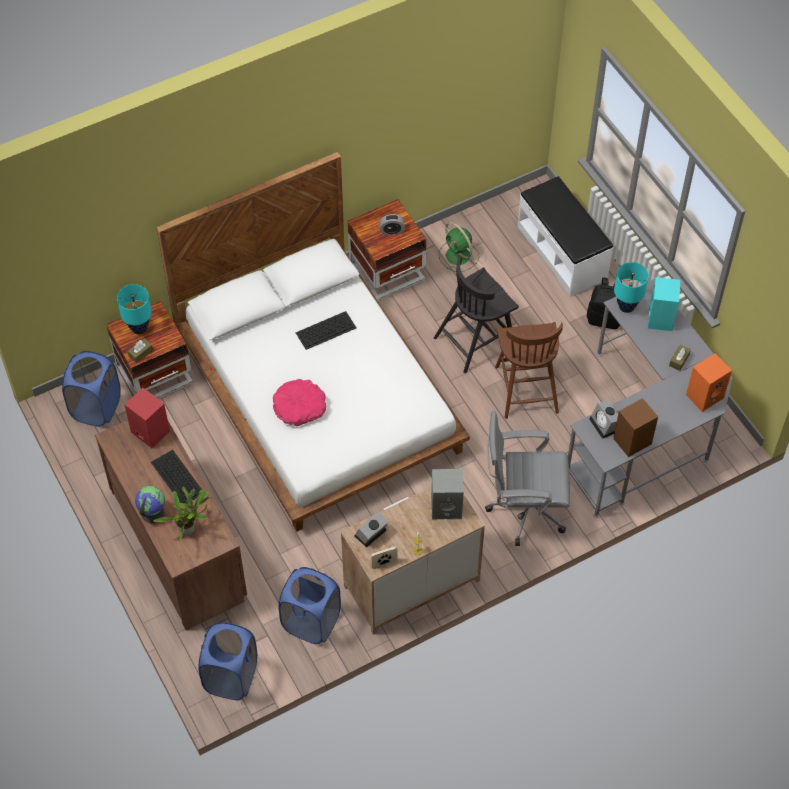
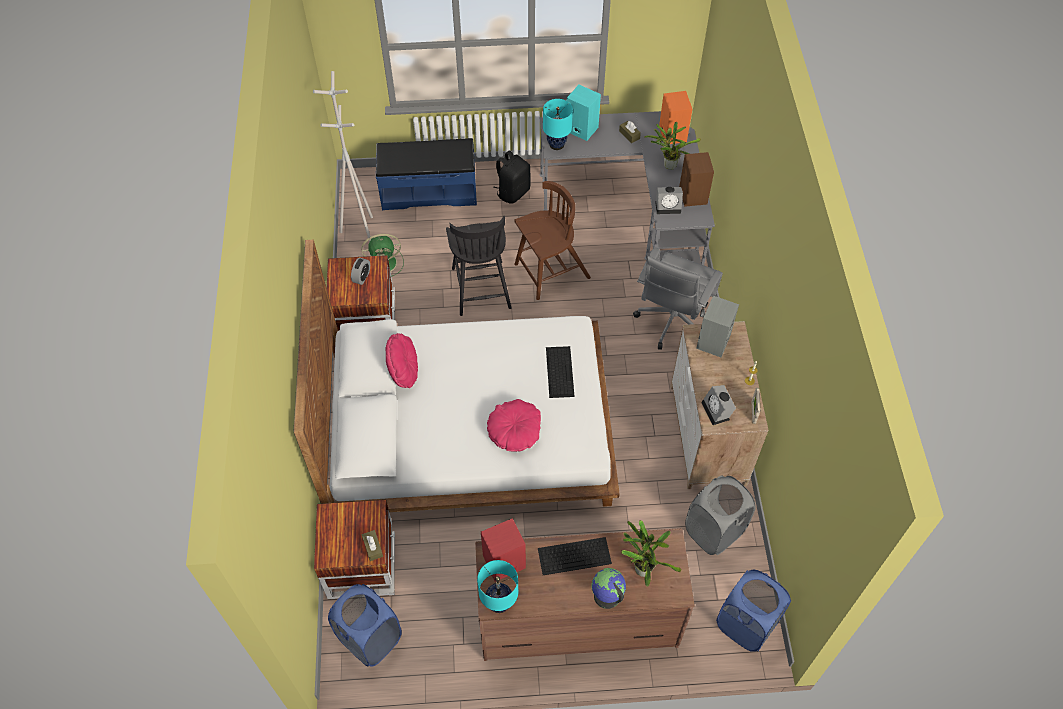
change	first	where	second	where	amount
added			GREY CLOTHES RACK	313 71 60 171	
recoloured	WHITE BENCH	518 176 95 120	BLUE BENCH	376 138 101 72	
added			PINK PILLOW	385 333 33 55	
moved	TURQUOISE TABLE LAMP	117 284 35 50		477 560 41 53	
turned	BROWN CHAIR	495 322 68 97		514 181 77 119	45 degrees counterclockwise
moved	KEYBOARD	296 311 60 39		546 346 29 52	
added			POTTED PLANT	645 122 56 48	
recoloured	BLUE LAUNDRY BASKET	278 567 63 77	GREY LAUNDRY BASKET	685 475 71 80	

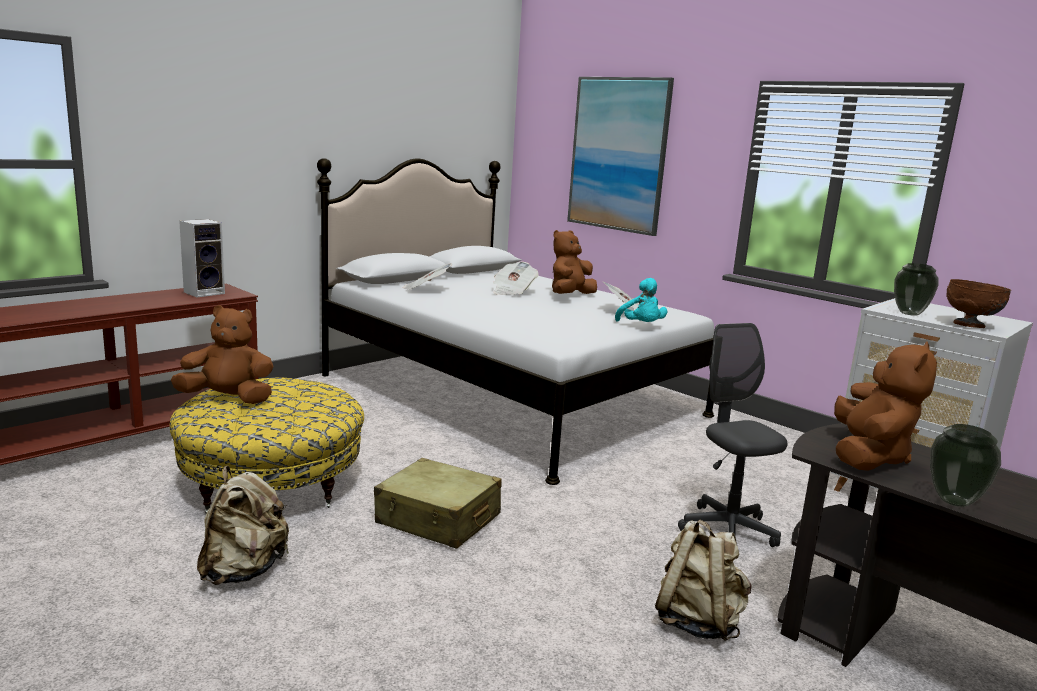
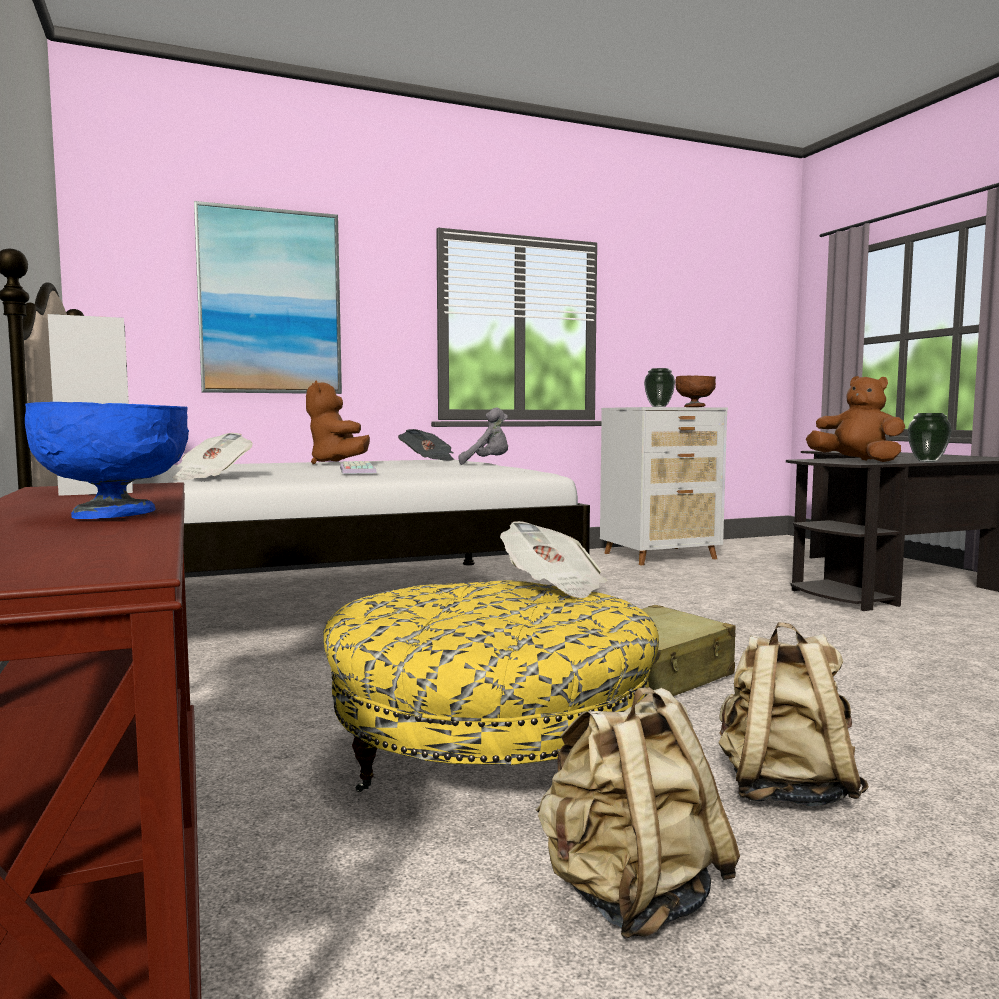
change	first	where	second	where	amount
added			BLUE BOWL	25 402 164 117	
added			KEYBOARD	340 461 37 13	
recoloured	TURQUOISE PLUSH TOY	615 278 52 44	GREY PLUSH TOY	459 407 49 58	
moved	NEWSPAPER	493 262 46 33		500 521 107 77	
moved	BEIGE BACKPACK	655 519 96 122		536 687 204 252	
removed	BROWN PLUSH TOY	171 305 103 99			
removed	GREY OFFICE CHAIR	678 323 109 224			

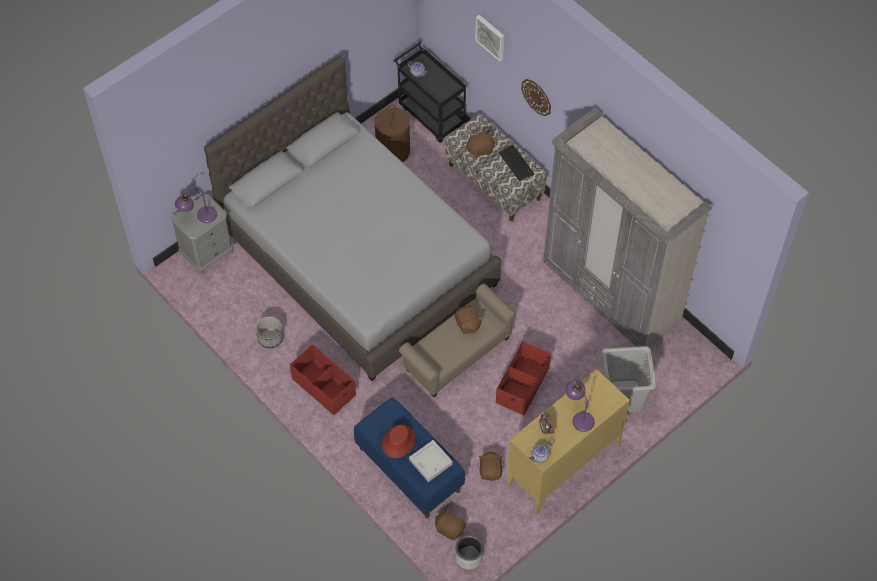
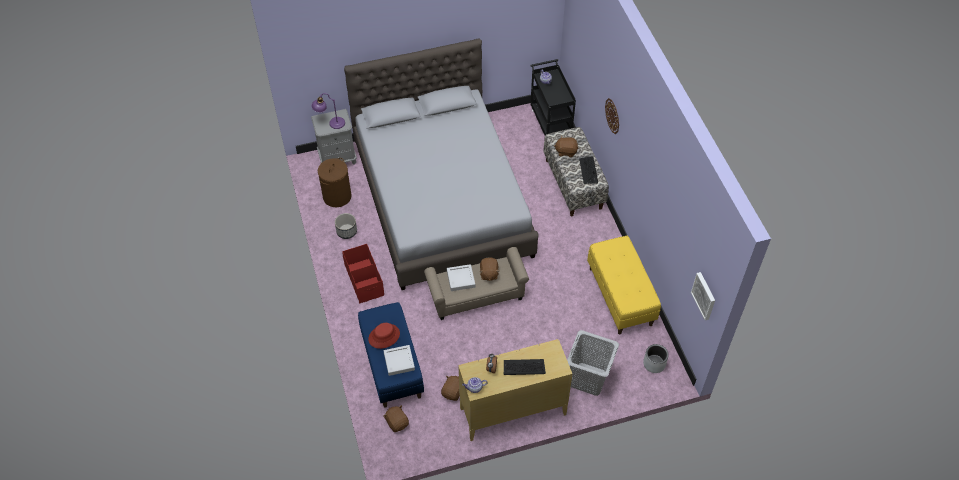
change	first	where	second	where	amount
moved	BROWN LAUNDRY BASKET	374 105 36 57		318 158 34 49	
added			GREY TRAY	447 264 28 27	
replaced	PURPLE TABLE LAMP	565 380 29 52	KEYBOARD	504 359 42 16	
replaced	GREY WARDROBE	543 108 170 240	YELLOW BENCH	587 236 74 99	
moved	GREY PLANTER	455 535 28 35		643 344 26 29	
moved	PICTURE	475 15 29 46		691 272 24 48	
removed	RED STORAGE BOX	496 341 55 75			

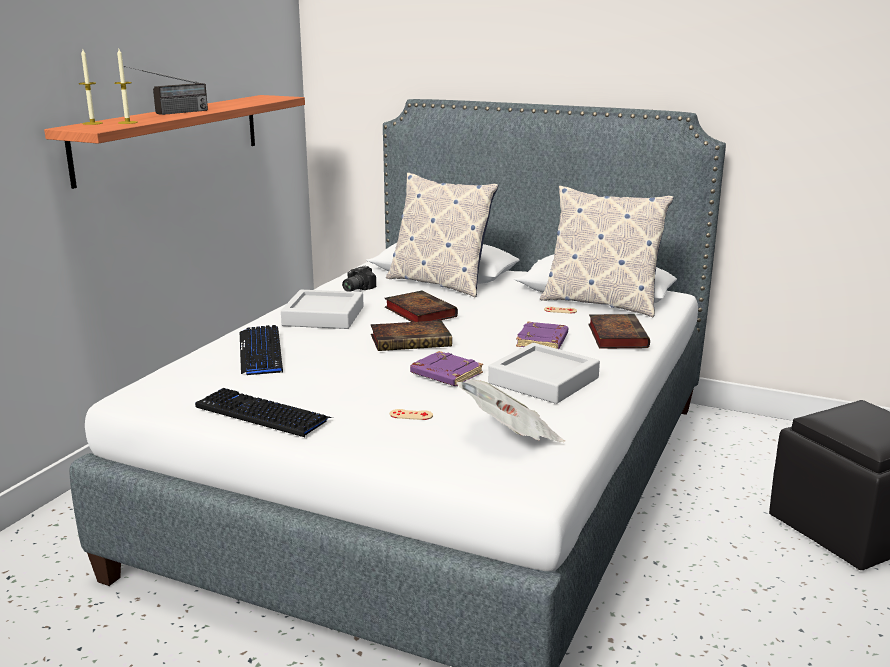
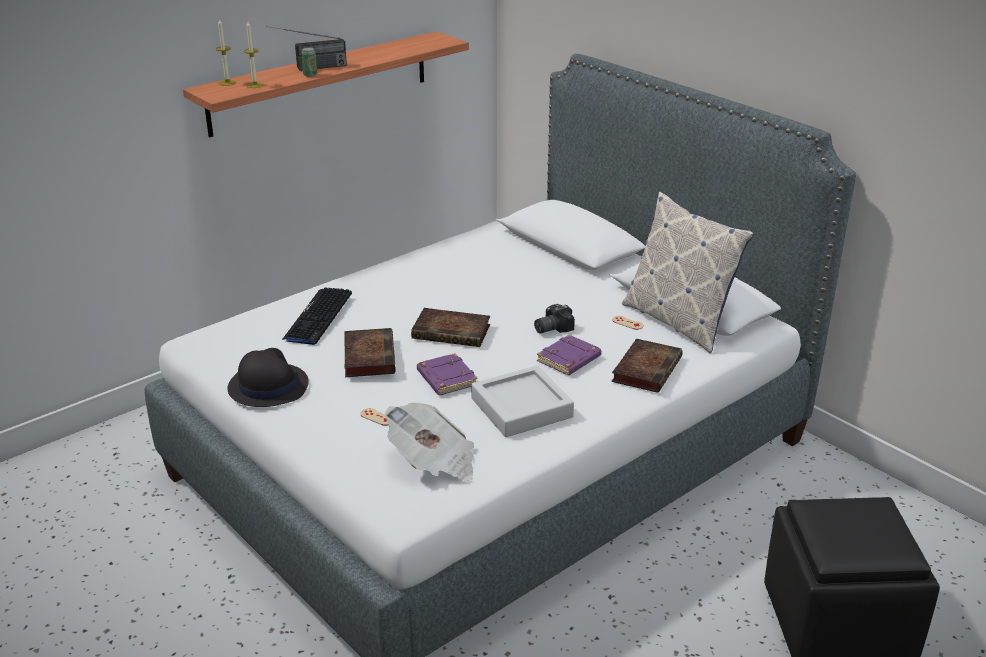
change	first	where	second	where	amount
replaced	KEYBOARD	195 388 138 49	BLACK HAT	228 348 81 59	
added			CAN	301 47 16 30	
moved	BOOK	385 291 73 31		344 328 52 49	
moved	PHOTO CAMERA	342 266 34 26		534 304 41 29	
removed	GREY TRAY	281 290 82 39			
removed	PILLOW	386 172 112 126			

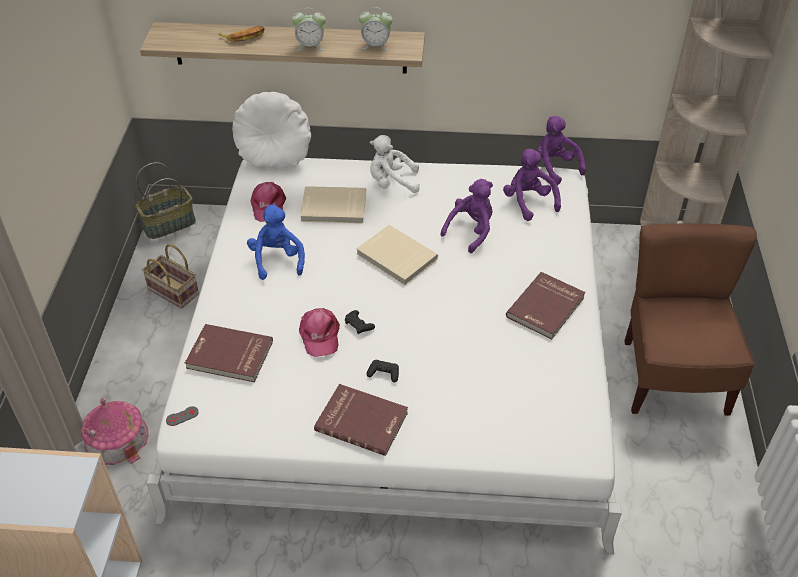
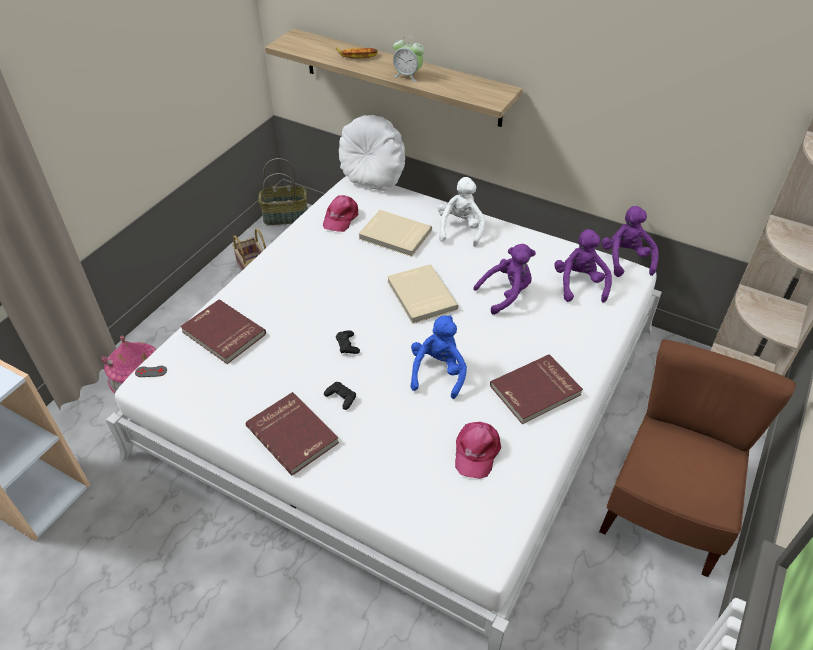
change	first	where	second	where	amount
moved	BLUE PLUSH TOY	247 204 58 76		411 315 56 84	
turned	WHITE PLUSH TOY	370 135 50 58		438 177 47 70	75 degrees clockwise
moved	PINK CAP	299 308 41 49		455 422 46 57	
removed	ALARM CLOCK	359 7 34 44			

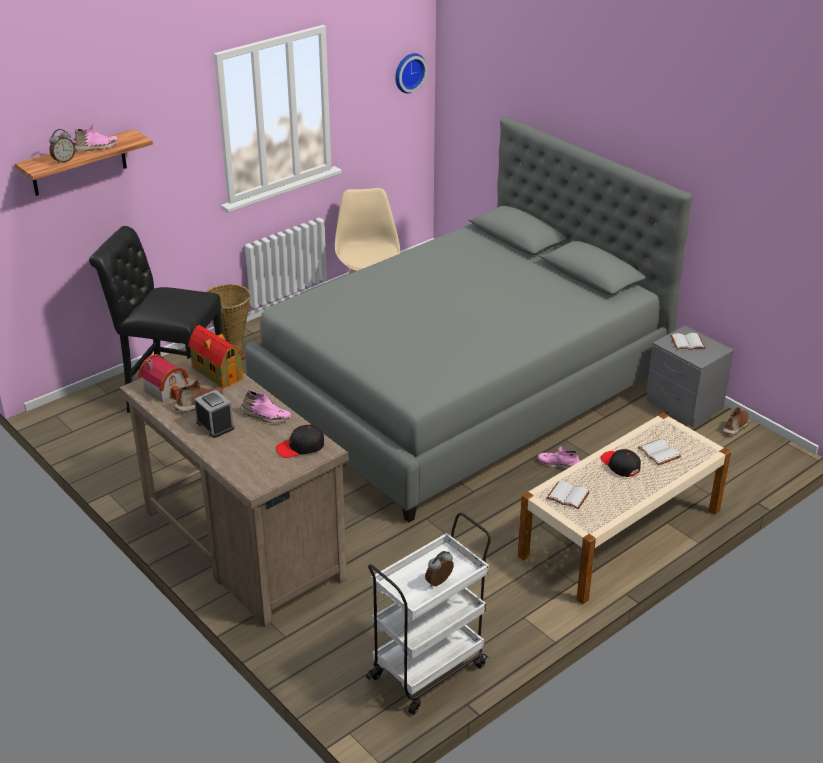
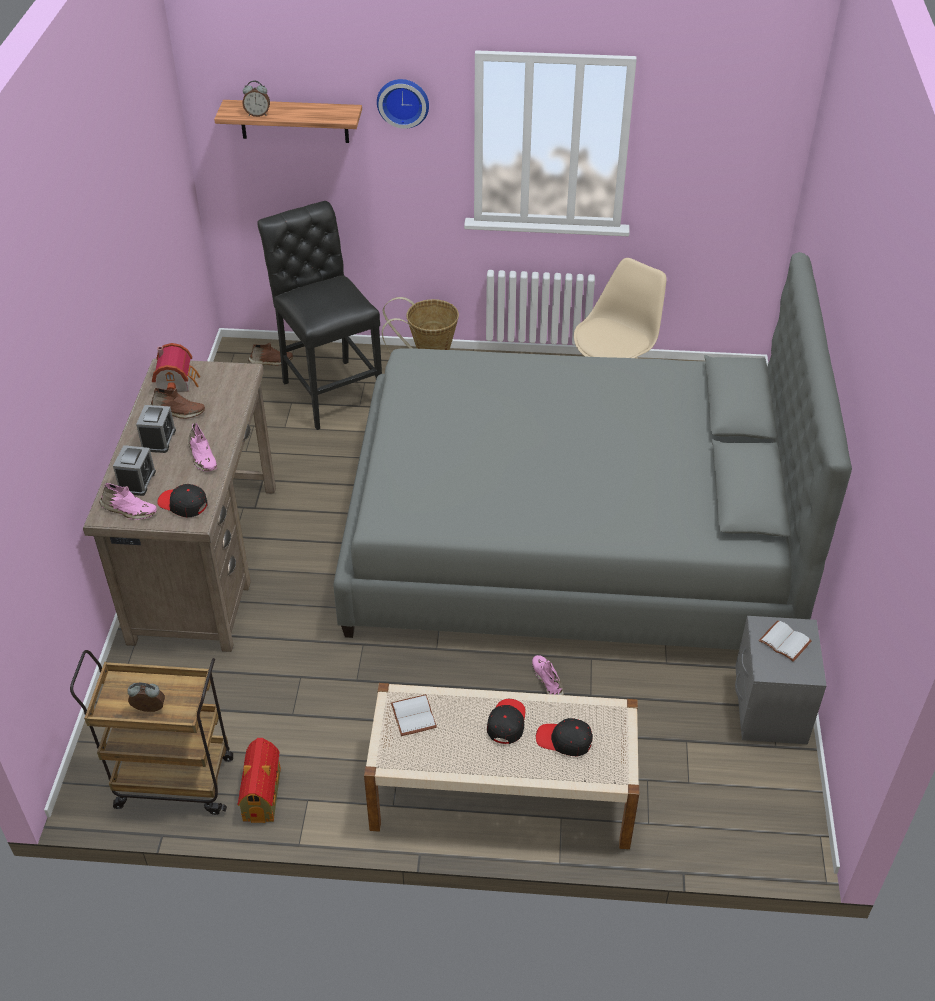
change	first	where	second	where	amount
recoloured	WHITE CART	365 513 126 202	BROWN CART	70 650 163 165	
moved	PINK SHOE	73 125 45 26		99 483 58 37	
added			ALARM CLOCK	113 445 43 51	
moved	TOY HOUSE	188 325 55 63		238 738 43 85	
moved	BROWN SHOE	723 407 26 28		248 342 45 24	
moved	WALL CLOCK	395 53 32 40		377 79 52 50	
replaced	WHITE BOOK	638 439 44 27	BLACK CAP	536 718 57 38	

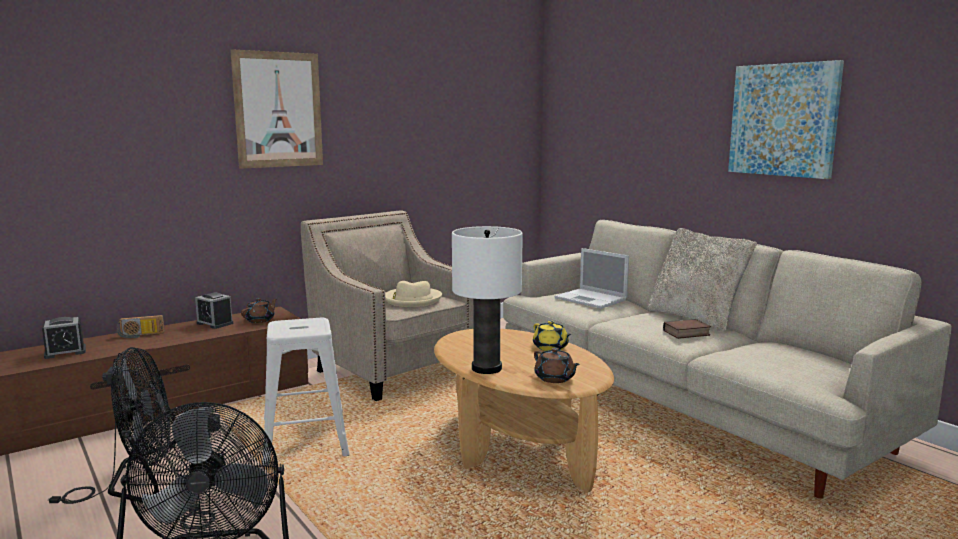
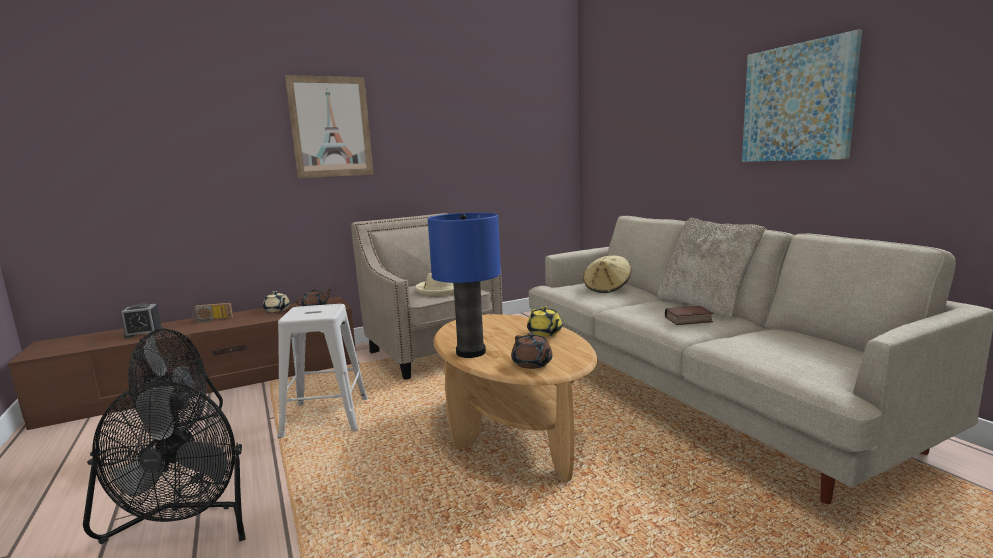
change	first	where	second	where	amount
replaced	ALARM CLOCK	195 292 38 37	BEIGE TEAPOT	263 291 27 21	
recoloured	WHITE TABLE LAMP	452 226 71 148	BLUE TABLE LAMP	428 212 73 146	
replaced	LAPTOP	555 248 74 61	BEIGE HAT	583 255 48 38	

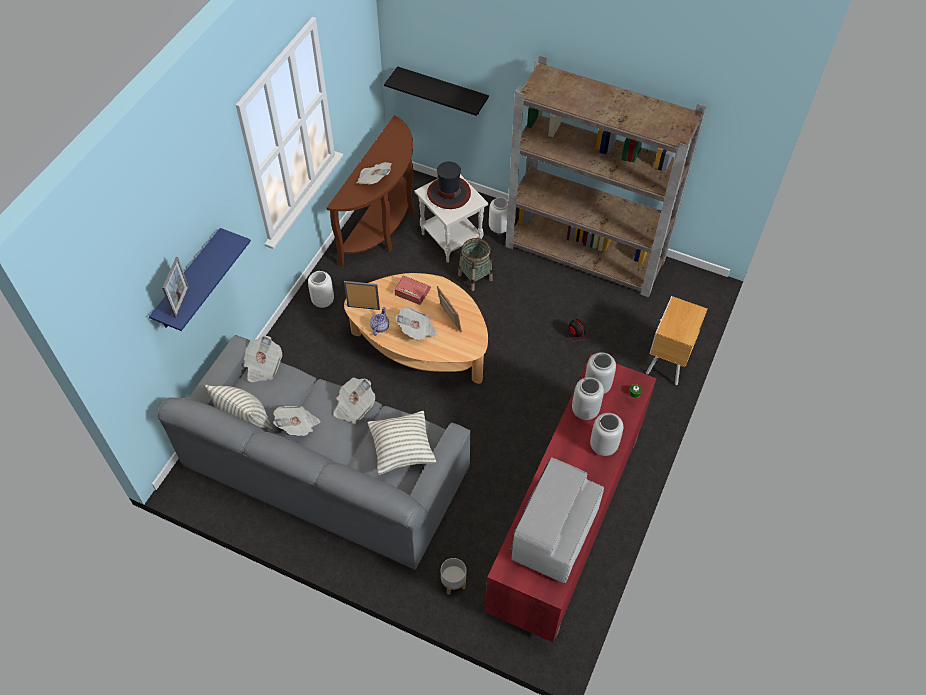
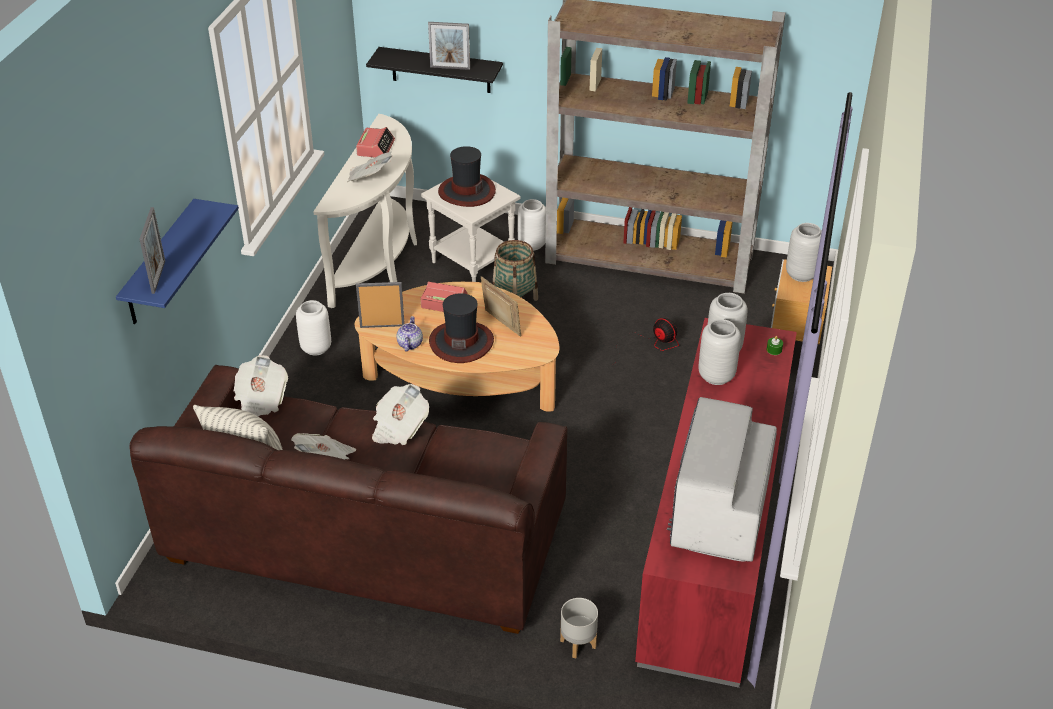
change	first	where	second	where	amount
recoloured	GREY SOFA	157 335 314 235	BROWN SOFA	130 365 438 269	
recoloured	BROWN CONSOLE TABLE	327 116 88 151	WHITE CONSOLE TABLE	313 114 104 194	
added			ALARM CLOCK	356 127 39 30	
added			PICTURE FRAME	428 22 42 48	
replaced	NEWSPAPER	395 307 43 33	HAT	429 293 65 70	
moved	GREY VASE	590 413 33 43		786 223 36 59	
removed	PILLOW	368 411 68 64			

